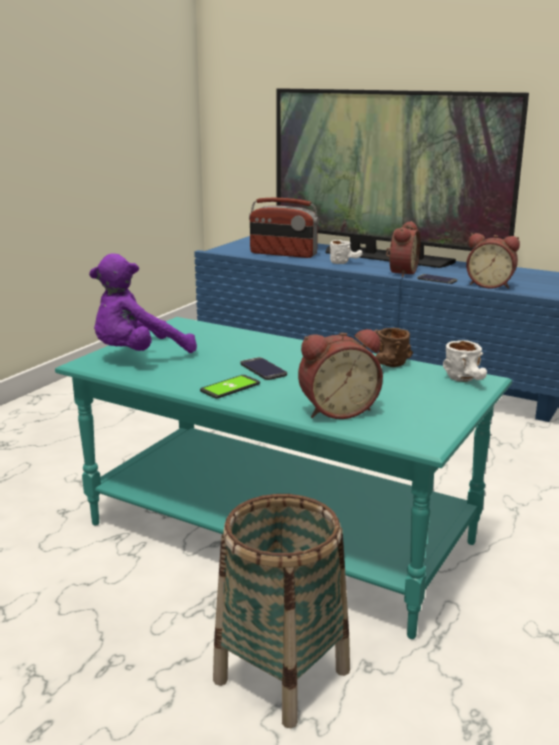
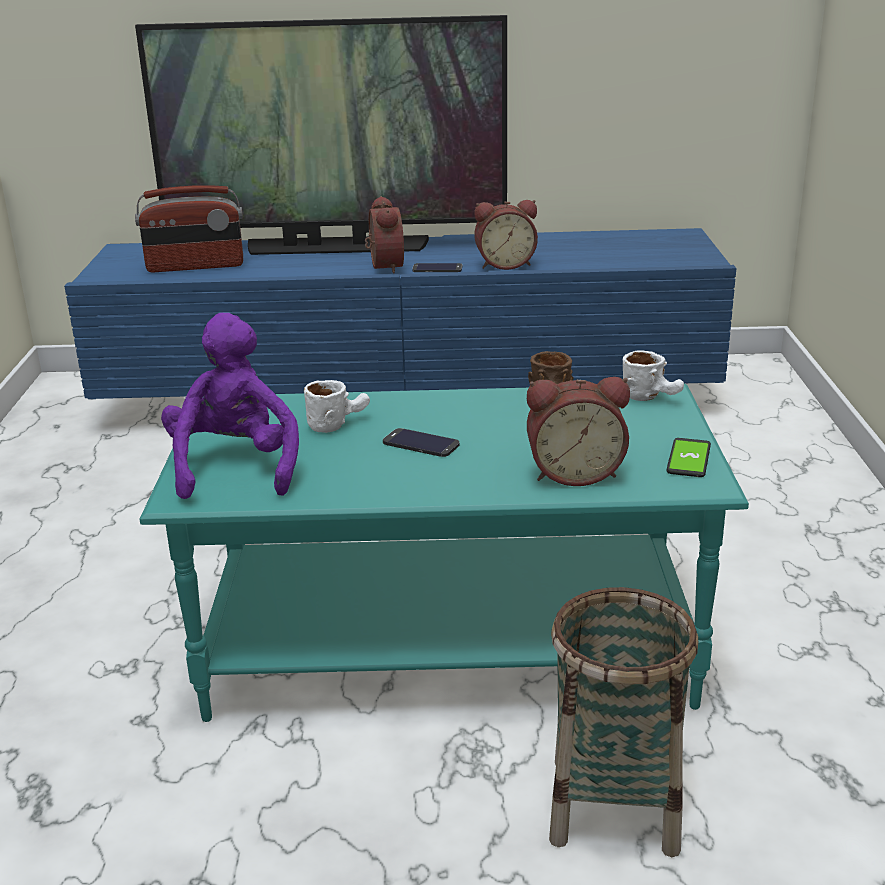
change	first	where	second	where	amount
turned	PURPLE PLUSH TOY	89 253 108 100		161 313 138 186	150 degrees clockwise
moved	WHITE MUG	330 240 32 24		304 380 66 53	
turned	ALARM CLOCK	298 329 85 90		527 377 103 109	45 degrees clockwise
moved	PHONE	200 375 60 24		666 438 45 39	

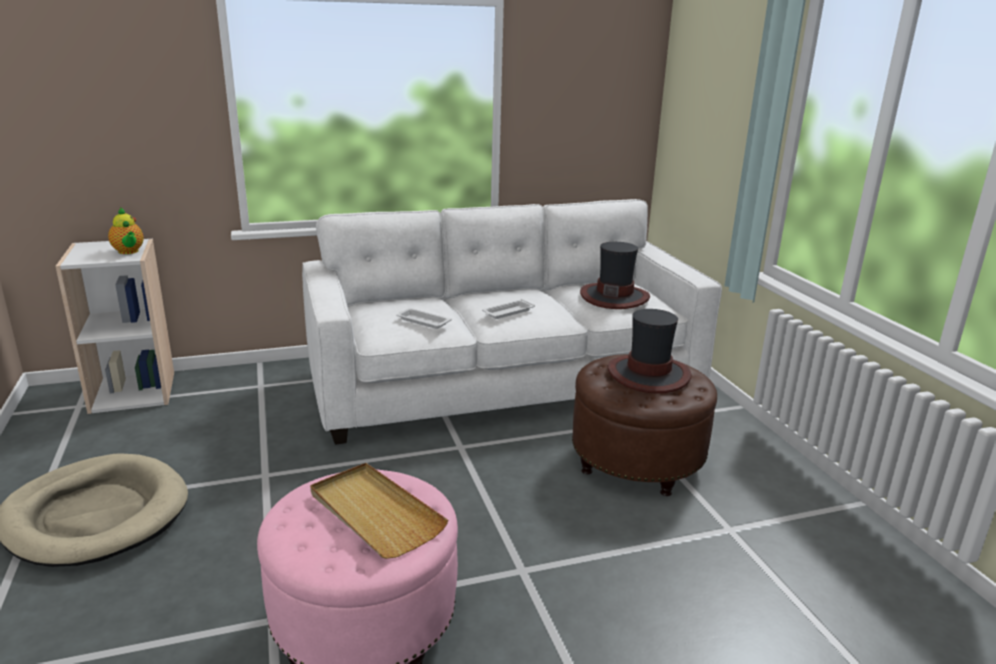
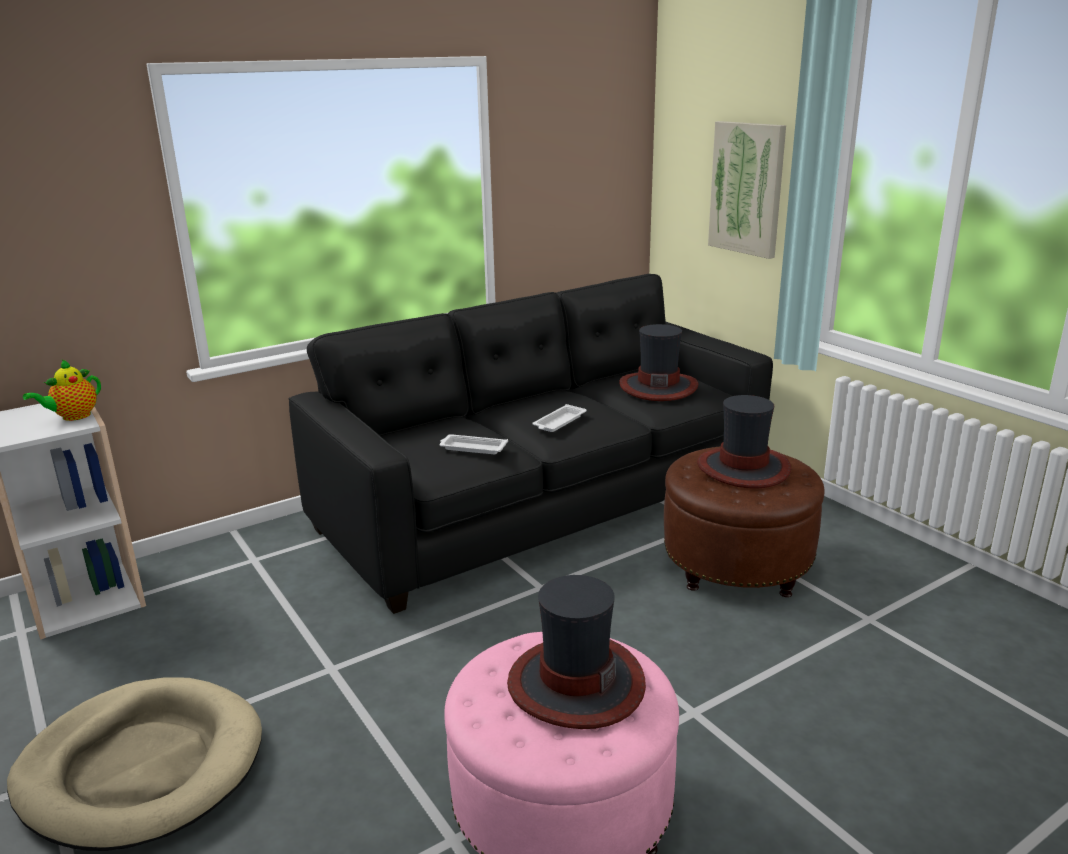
change	first	where	second	where	amount
turned	TEAPOT	108 208 36 46		23 359 78 62	90 degrees clockwise
recoloured	WHITE SOFA	302 199 420 246	BLACK SOFA	288 274 485 340	
replaced	BEIGE TRAY	310 463 138 96	HAT	507 575 139 154	
added			PICTURE	708 121 78 138	

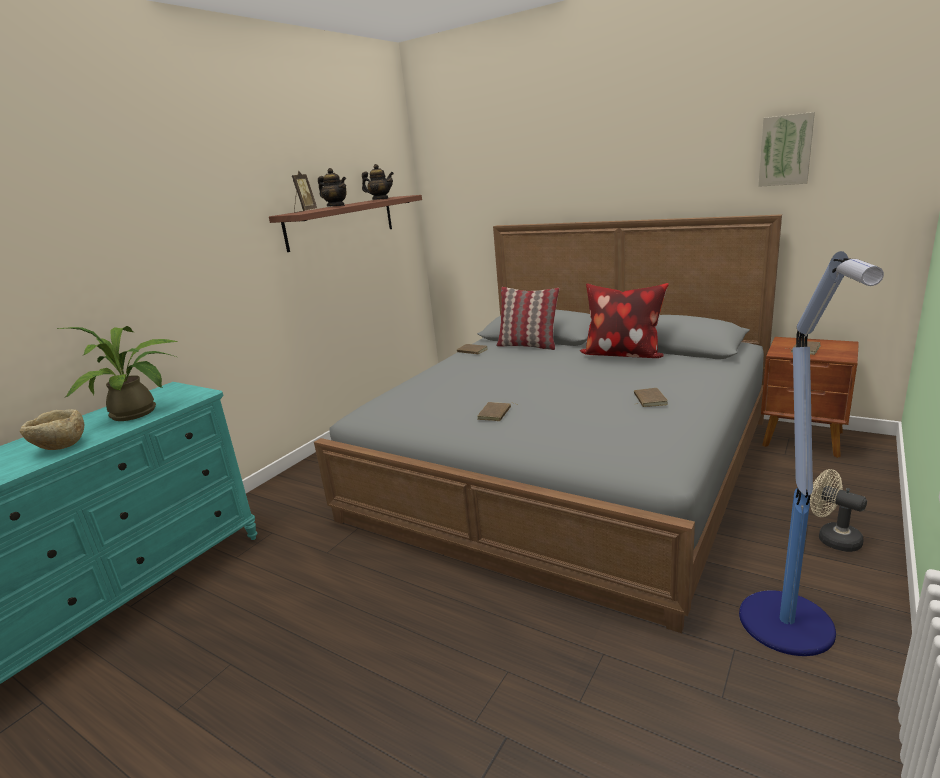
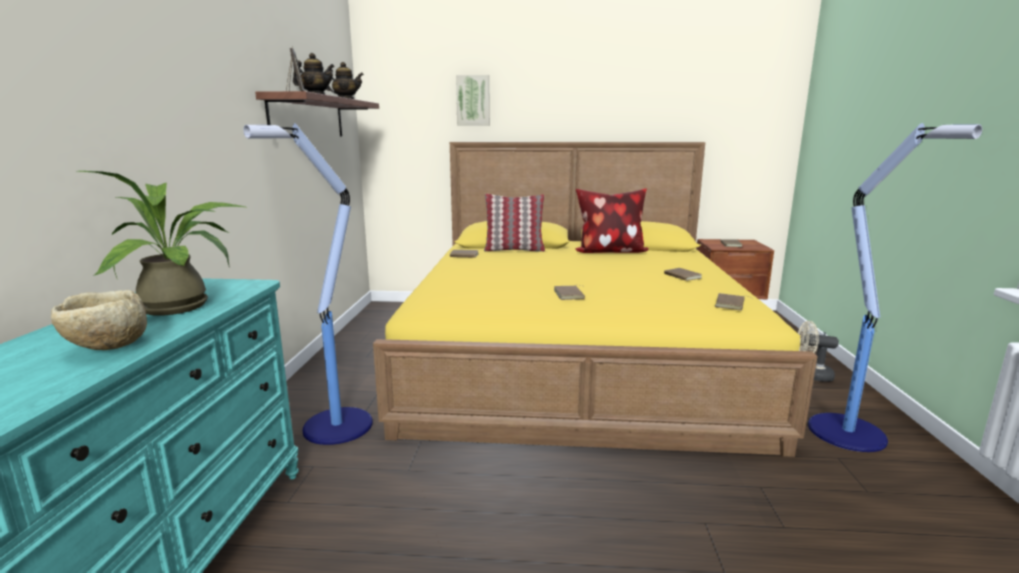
change	first	where	second	where	amount
added			FLOOR LAMP	243 123 130 322	
recoloured	GREY BED	314 214 468 419	YELLOW BED	373 142 445 315	
moved	PICTURE	758 112 57 75		456 75 34 51	
added			BROWN BOOK	715 293 34 18	

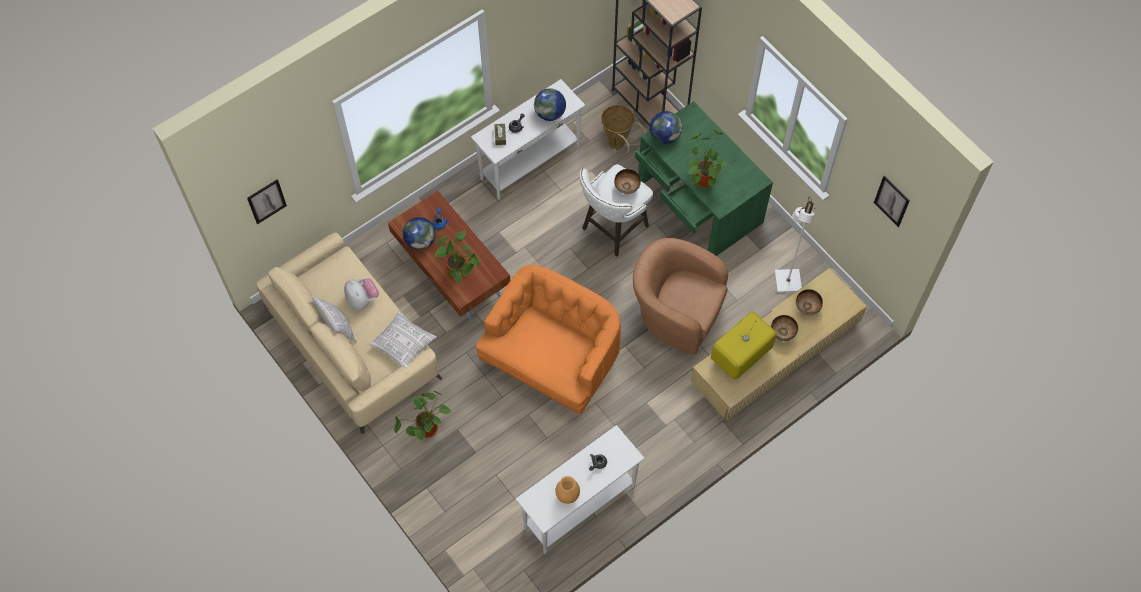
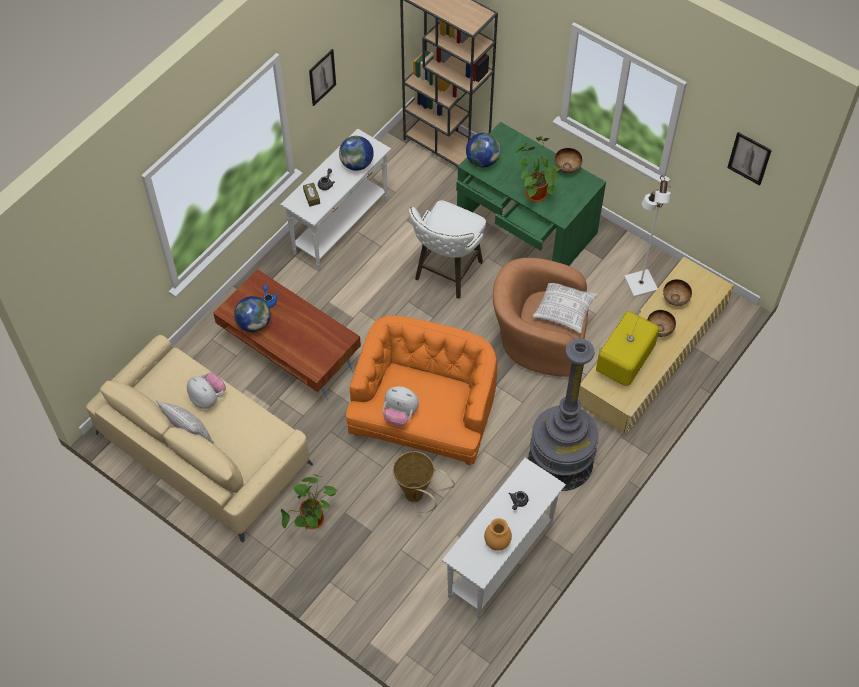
change	first	where	second	where	amount
moved	PICTURE	247 179 40 45		309 49 27 57	
added			PLUSH TOY	383 386 36 40	
moved	BASKET	601 104 46 53		393 451 62 62	
added			GREY FLOOR LAMP	528 338 71 153	
moved	PILLOW	369 311 68 57		533 283 64 50	
moved	BOWL	614 169 27 25		554 148 29 26	
removed	POTTED PLANT	435 231 45 52			

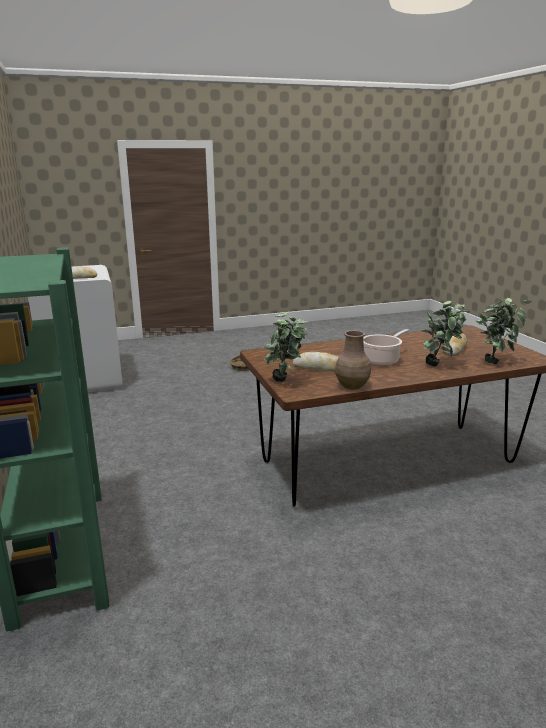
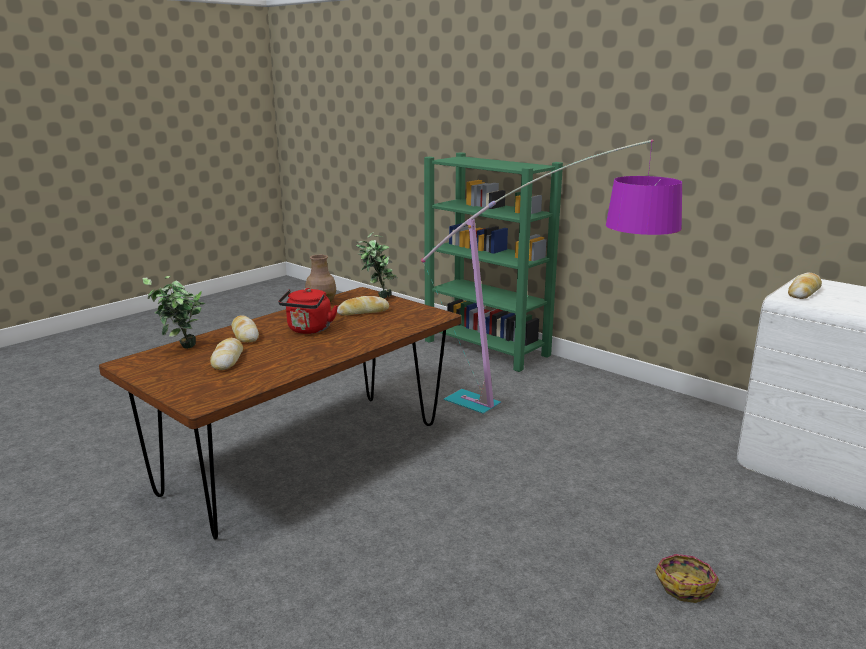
change	first	where	second	where	amount
replaced	POTTED PLANT	421 301 48 65	BREAD	232 315 27 28	
replaced	COOKING POT	363 329 46 37	RED KETTLE	278 288 60 46	
added			FLOOR LAMP	421 139 261 275	

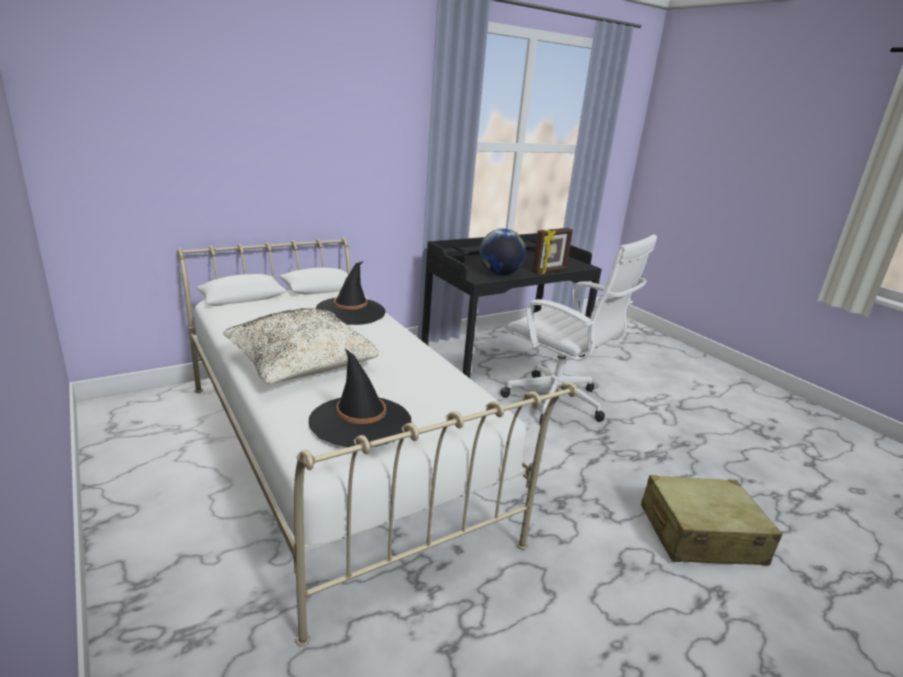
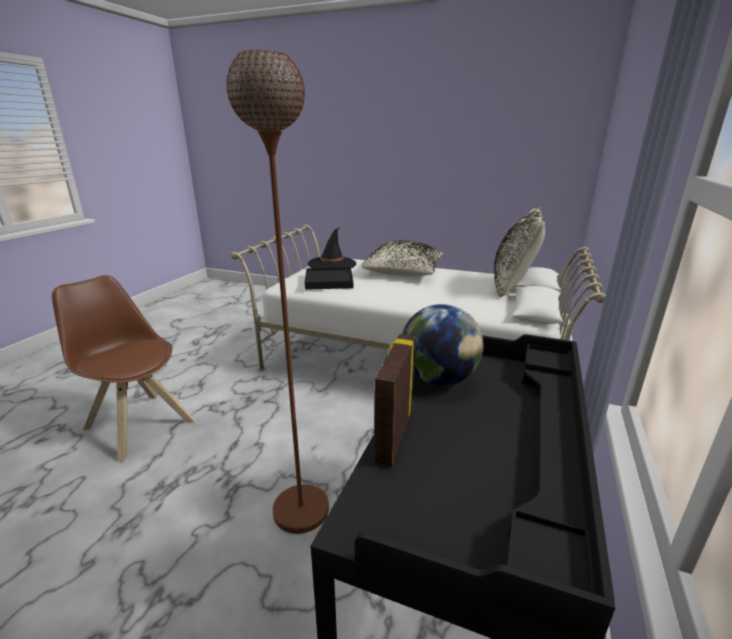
change	first	where	second	where	amount
replaced	BEIGE SUITCASE	641 475 141 90	BROWN CHAIR	52 275 143 186	
replaced	WHITE OFFICE CHAIR	500 234 157 192	BROWN FLOOR LAMP	226 49 103 485	
added			BLACK TRAY	305 267 48 23	
added			BEIGE PILLOW	494 206 51 91	
removed	BLACK HAT	316 261 70 64			

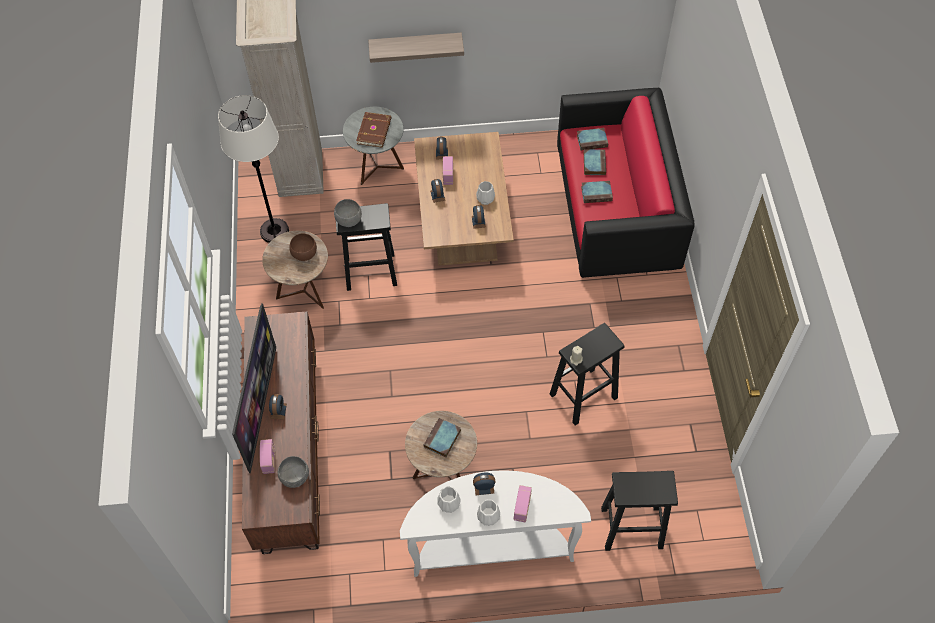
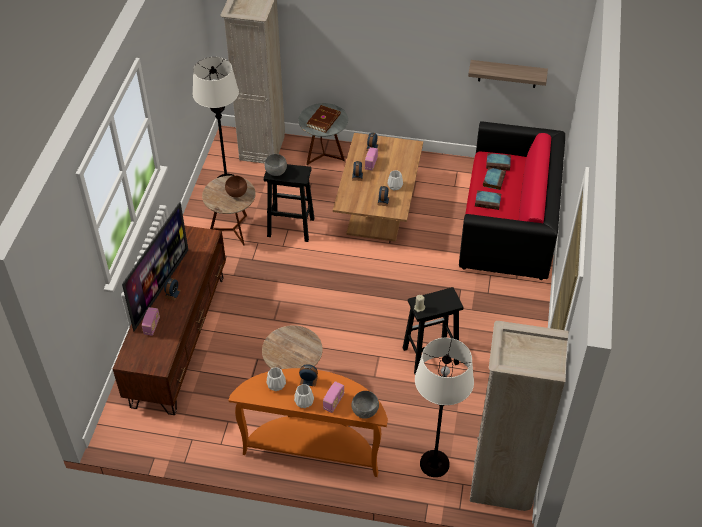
change	first	where	second	where	amount
recoloured	WHITE CONSOLE TABLE	400 470 191 107	ORANGE CONSOLE TABLE	228 368 160 109	
moved	GREY BOWL	278 456 31 32		351 391 28 28	
replaced	BLACK STOOL	601 471 77 80	WHITE FLOOR LAMP	415 338 59 139	
moved	SHELF	368 33 96 30		468 60 80 28	
added			BEIGE CABINET	470 321 99 190	
removed	BOOK	424 418 37 40			

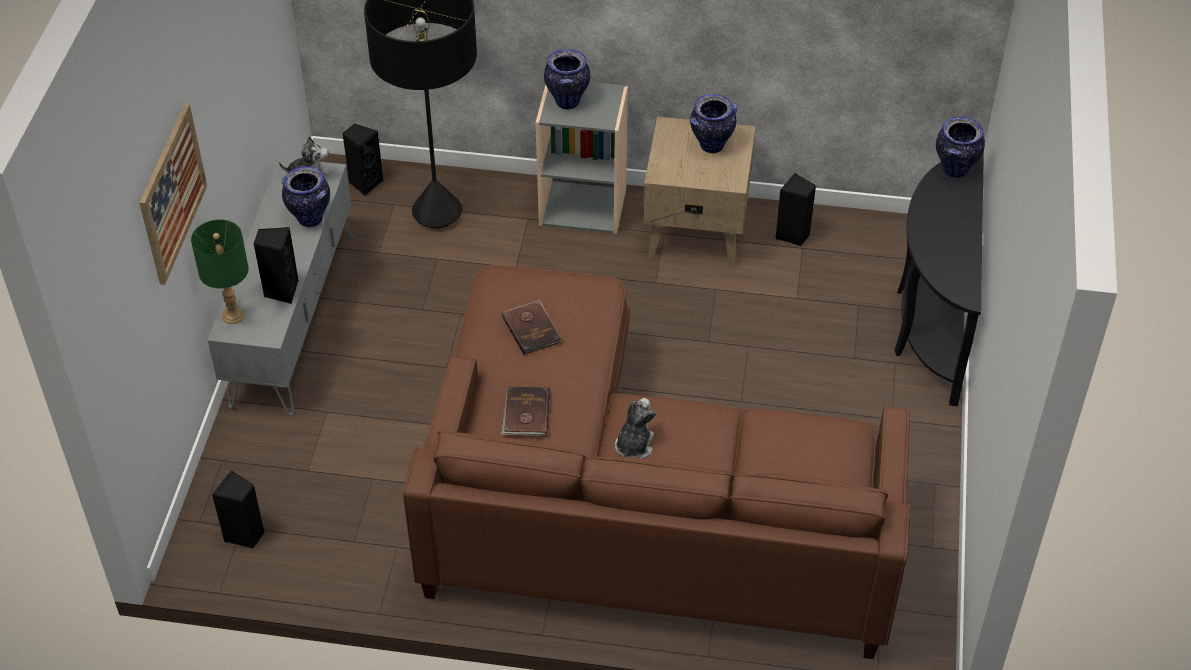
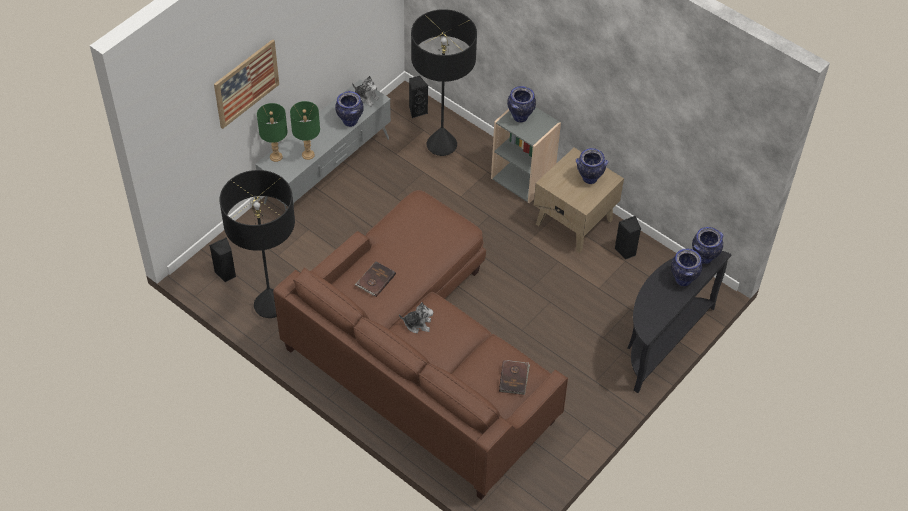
change	first	where	second	where	amount
added			BLACK FLOOR LAMP	220 170 75 148	
replaced	BLACK SPEAKER	253 227 46 77	GREEN TABLE LAMP	290 101 30 59	
turned	PLUSH TOY	615 398 41 61		399 302 34 31	45 degrees clockwise
moved	BROWN BOOK	502 300 60 55		499 360 31 35	
added			VASE	671 249 31 37	

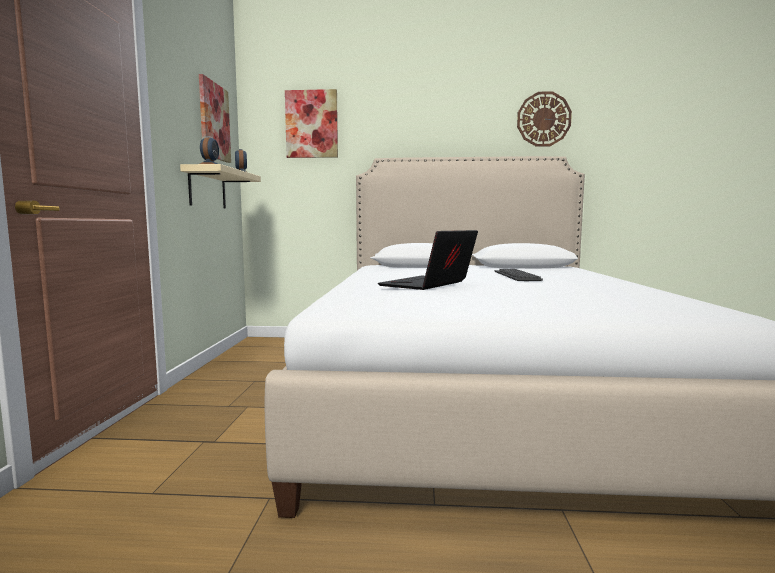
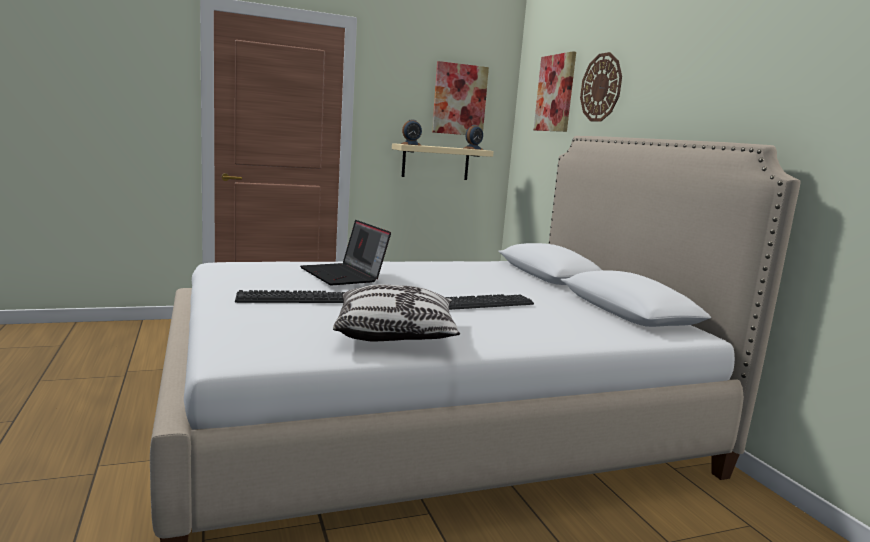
change	first	where	second	where	amount
added			KEYBOARD	235 290 110 13	
turned	LAPTOP	378 230 100 60		300 220 91 65	135 degrees counterclockwise
added			PILLOW	333 284 127 57	
moved	WALL CLOCK	517 91 55 56		580 52 42 69	

